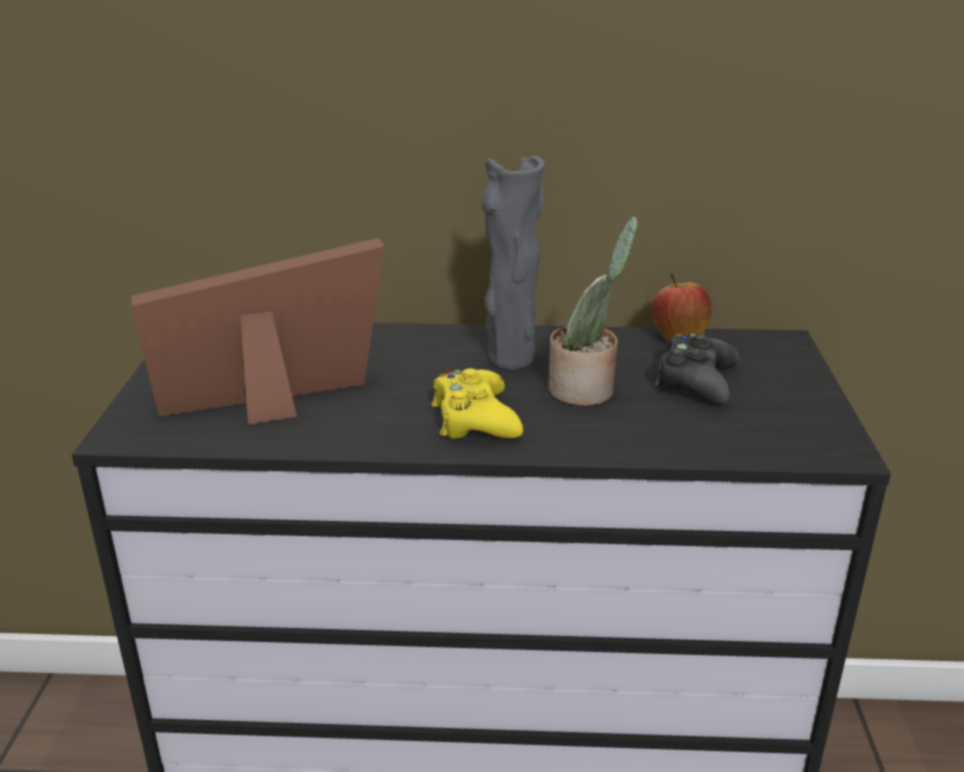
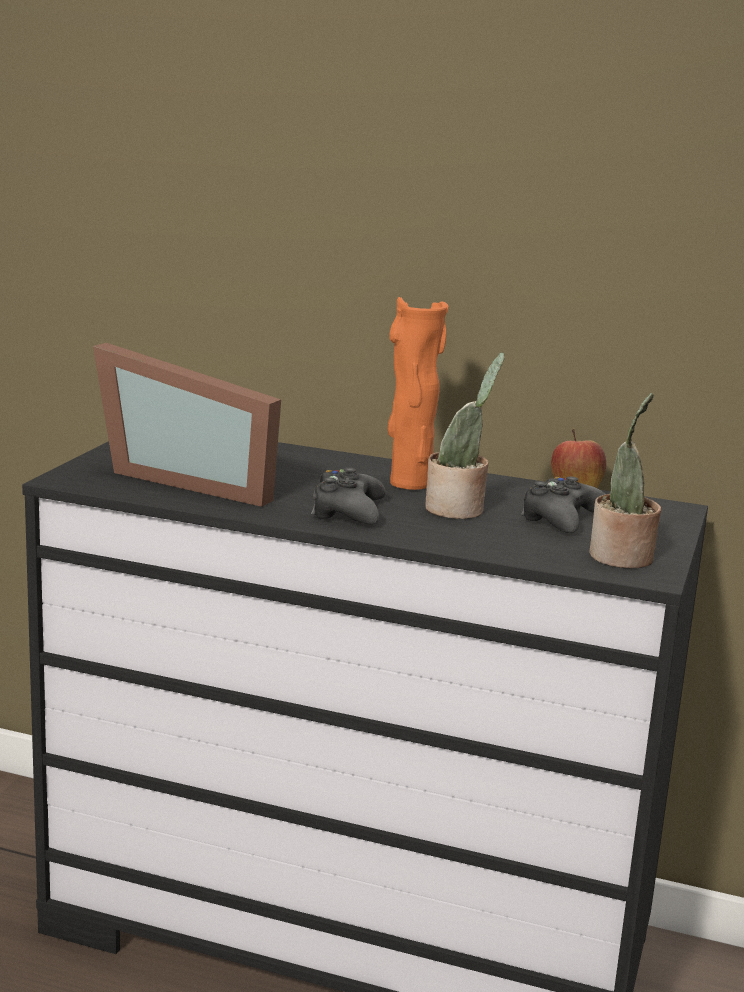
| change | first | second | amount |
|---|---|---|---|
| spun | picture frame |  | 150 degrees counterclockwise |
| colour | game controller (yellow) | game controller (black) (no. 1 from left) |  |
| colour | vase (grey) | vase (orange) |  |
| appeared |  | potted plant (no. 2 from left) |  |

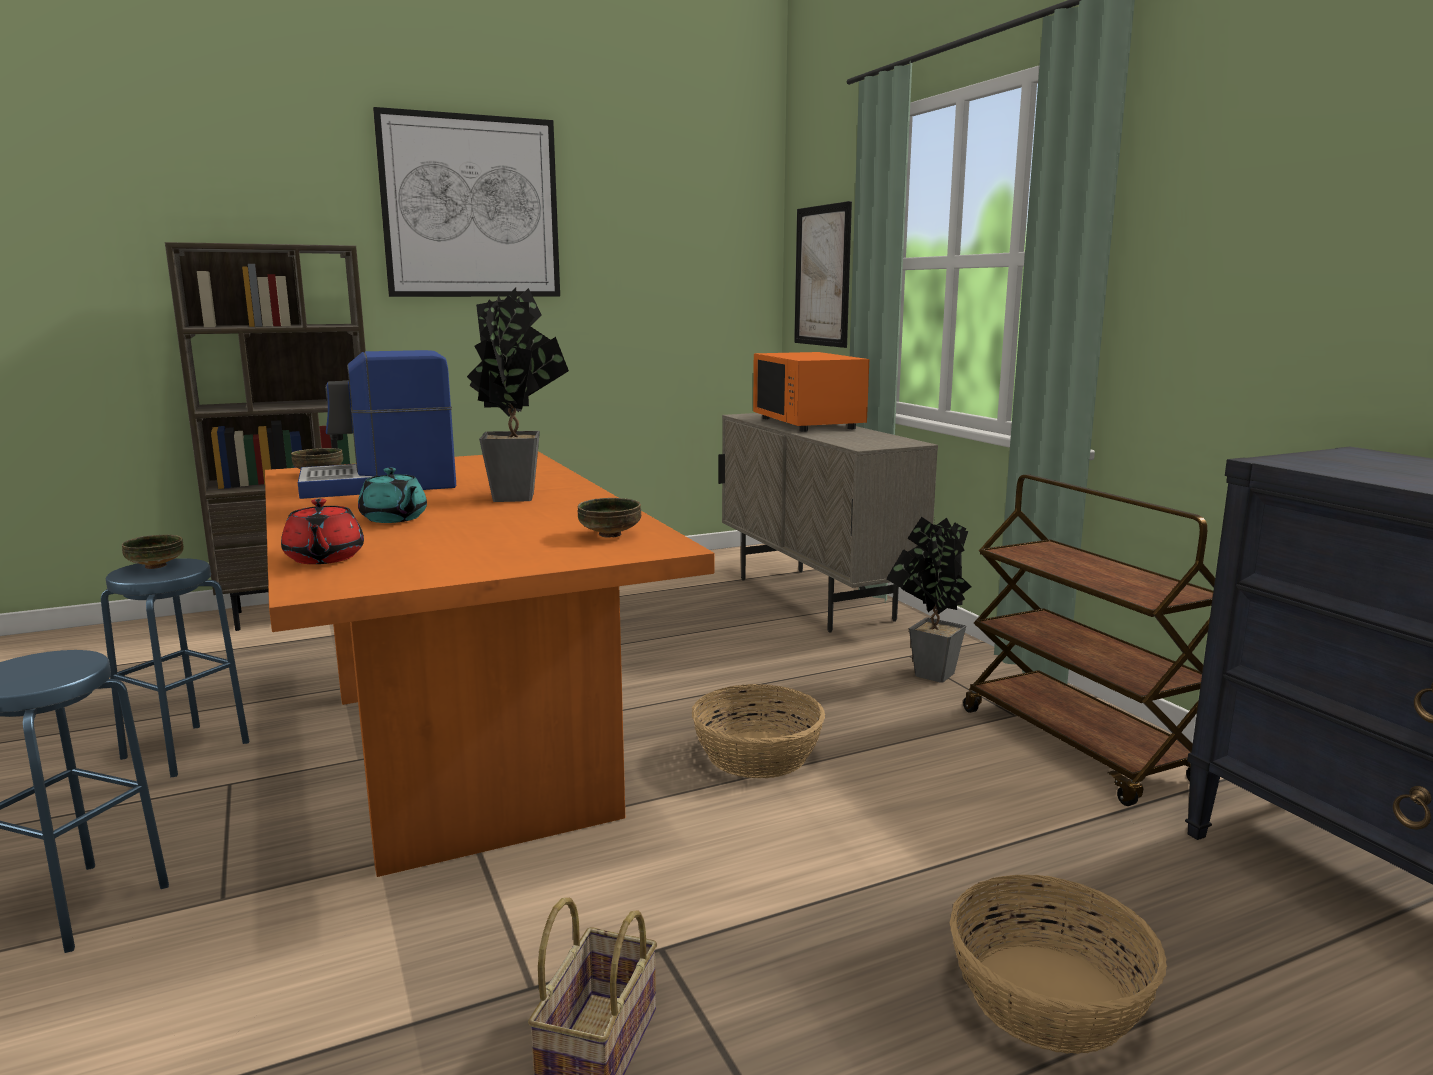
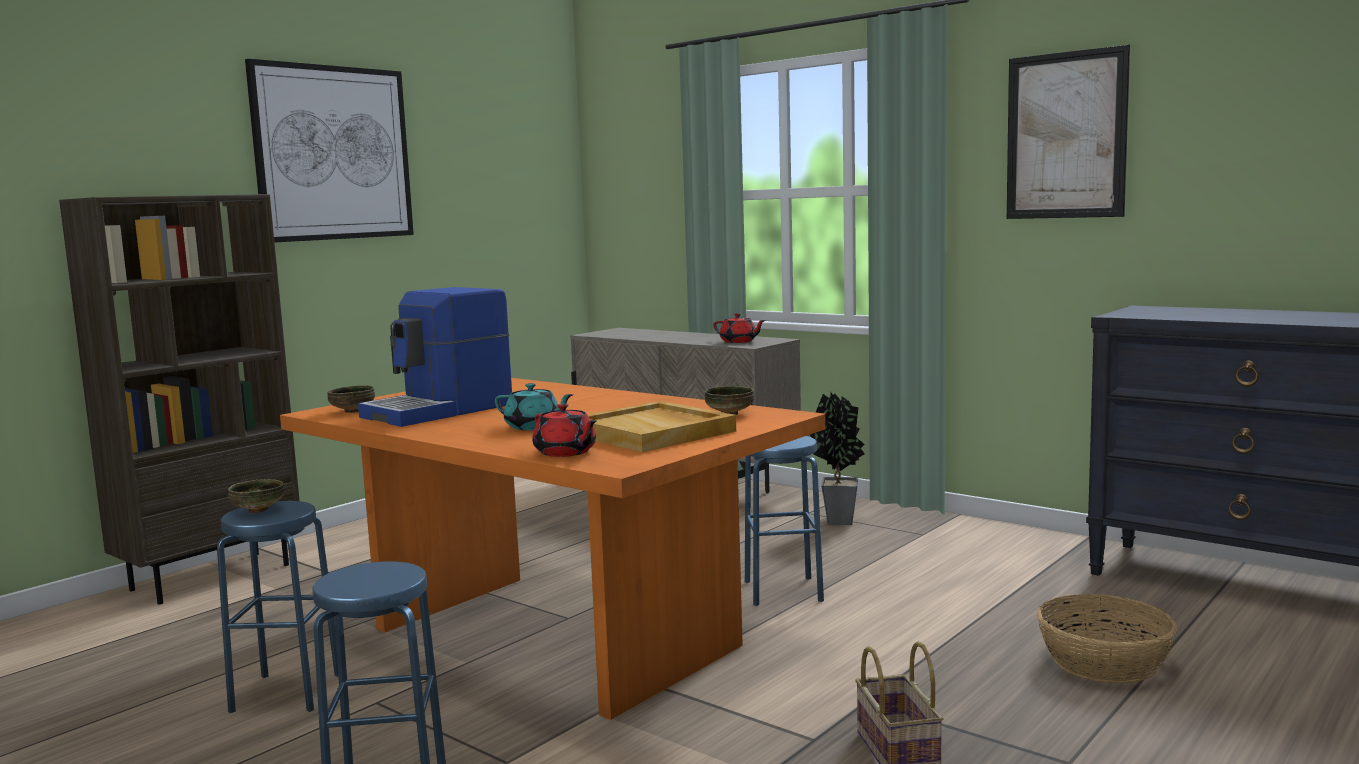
| change | first | second | amount |
|---|---|---|---|
| missing | potted plant (no. 1 from left) |  |  |
| exchanged | basket (no. 2 from left) | stool (blue) (no. 3 from left) |  |
| missing | microwave (orange) |  |  |
| relocated | picture (no. 2 from left) |  |  |
| missing | cart (brown) |  |  |
| appeared |  | tray (beige) |  |
| appeared |  | teapot (red) (no. 2 from left) |  |

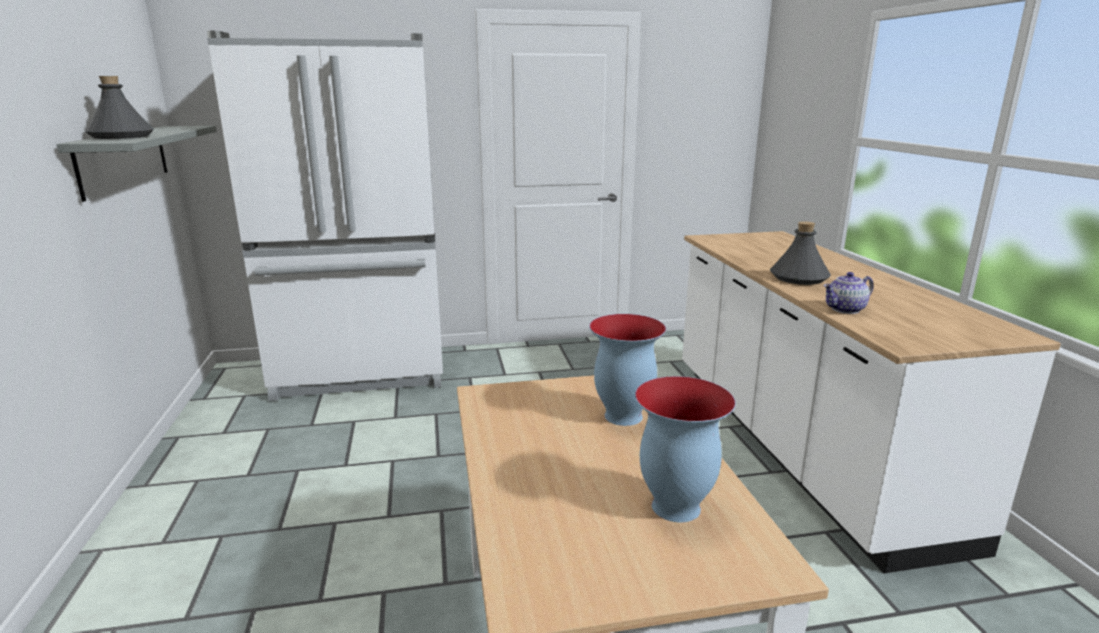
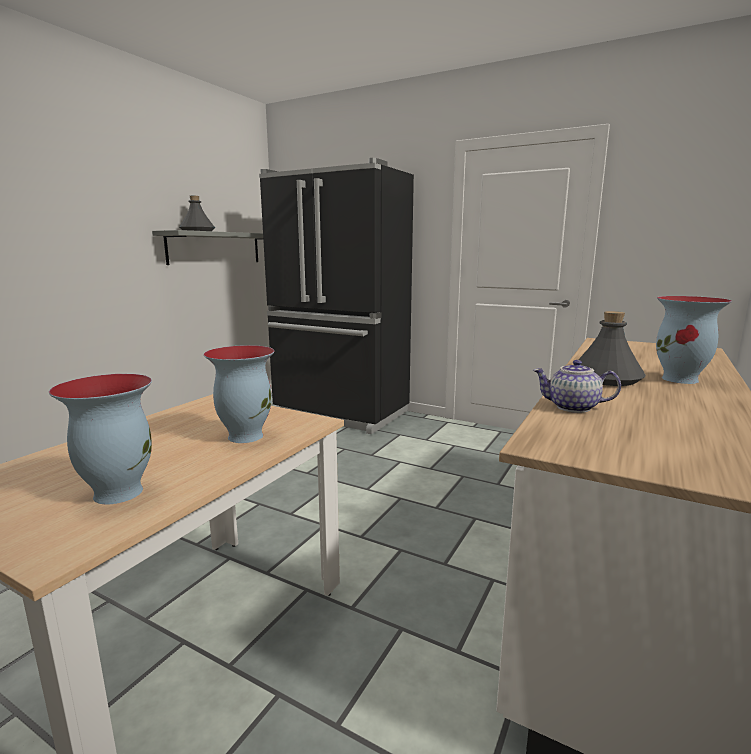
| change | first | second | amount |
|---|---|---|---|
| colour | fridge (white) | fridge (black) |  |
| appeared |  | vase (no. 3 from left) |  |

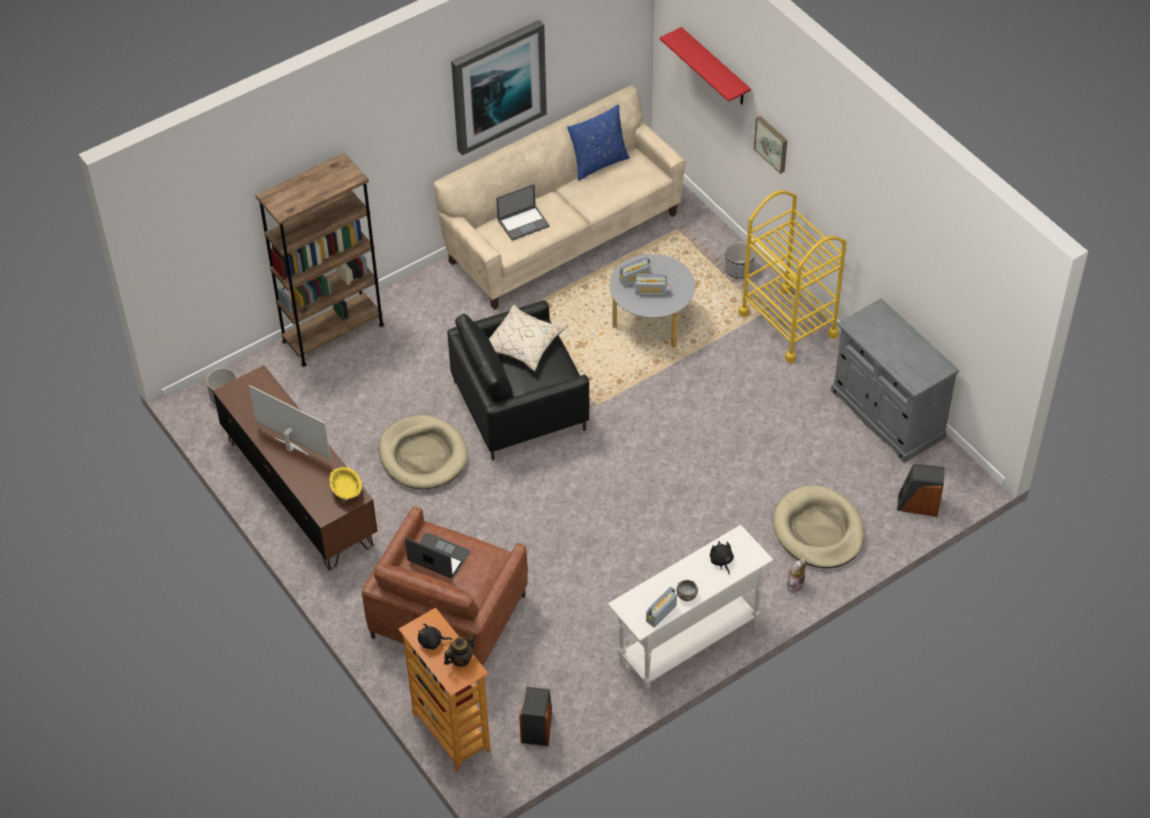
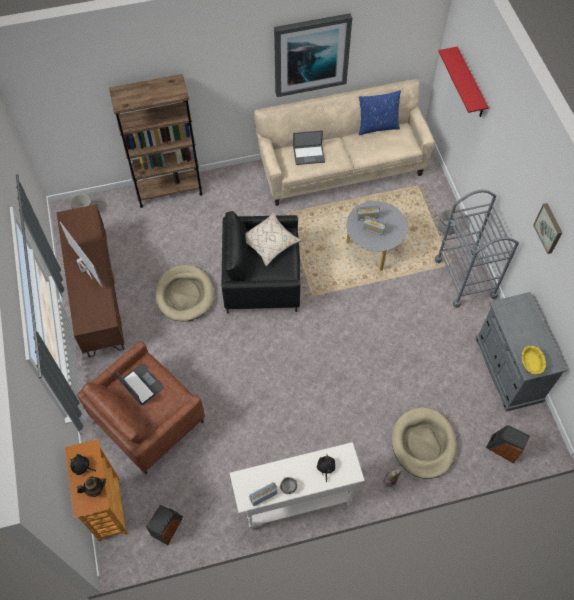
| change | first | second | amount |
|---|---|---|---|
| relocated | bowl (yellow) |  |  |
| colour | cart (yellow) | cart (grey) |  |
| relocated | picture (no. 2 from left) |  |  |

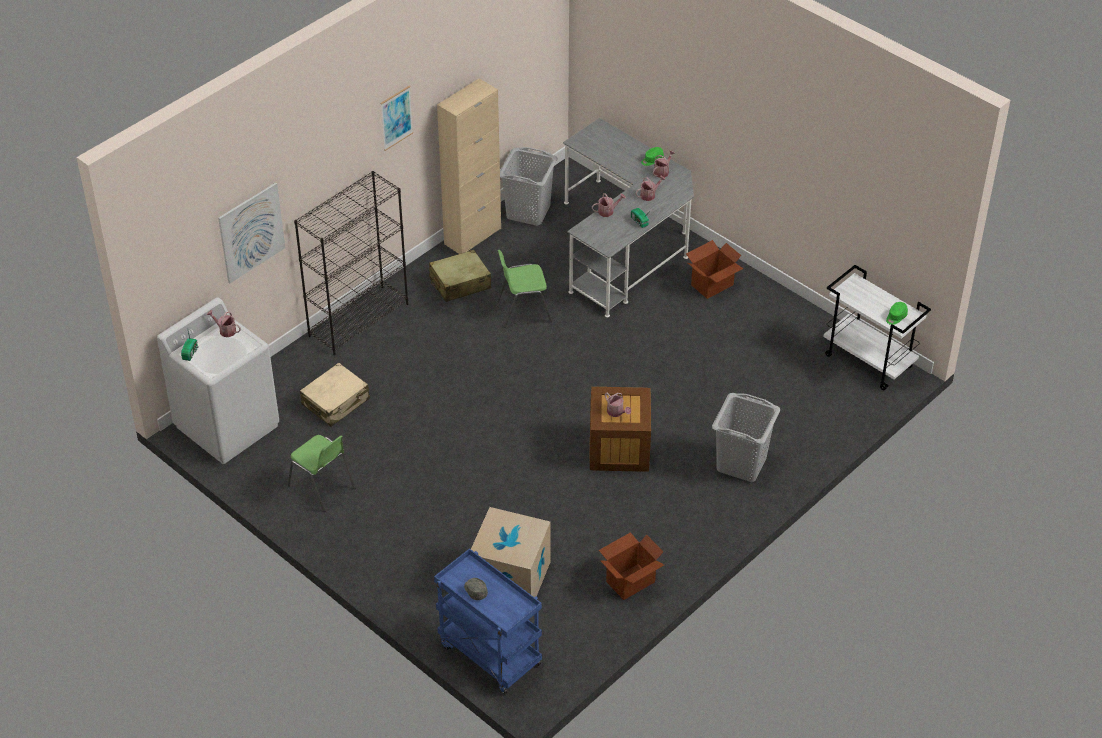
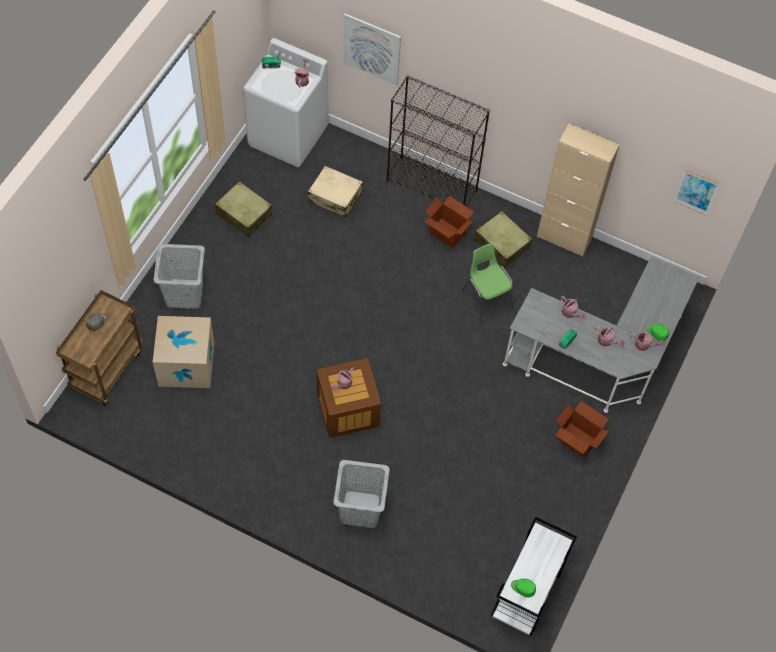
| change | first | second | amount |
|---|---|---|---|
| exchanged | chair (green) (no. 1 from left) | suitcase (beige) (no. 1 from left) |  |
| relocated | picture (no. 2 from left) |  |  |
| colour | cart (blue) | cart (brown) |  |
| relocated | laundry basket (grey) (no. 1 from left) |  |  |
| relocated | cardboard box (no. 2 from left) |  |  |

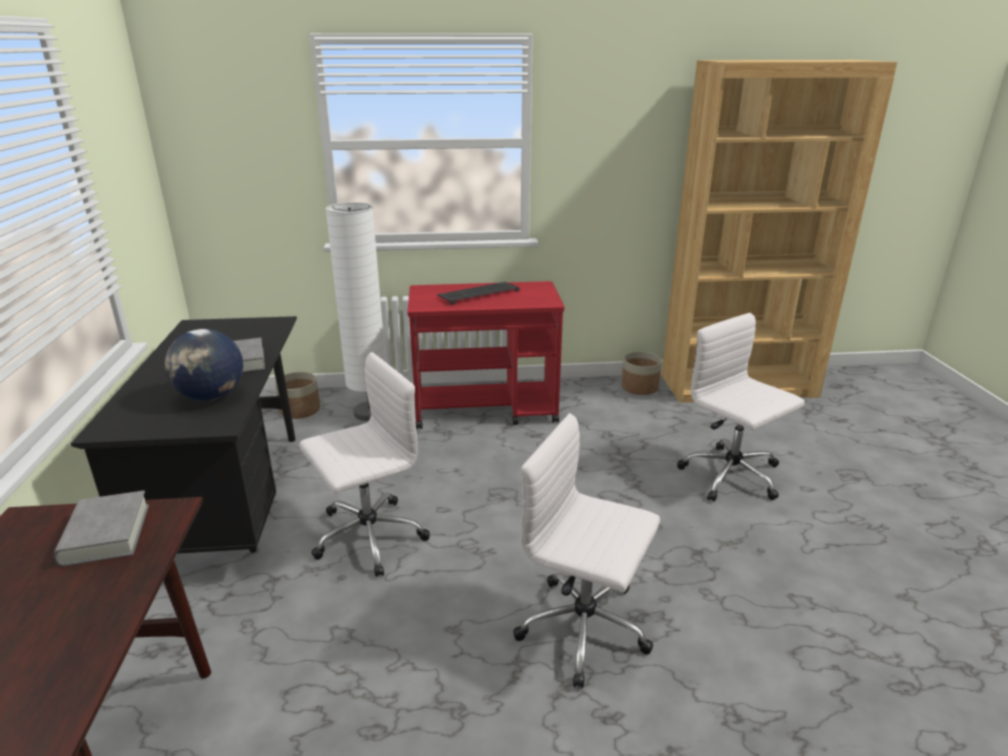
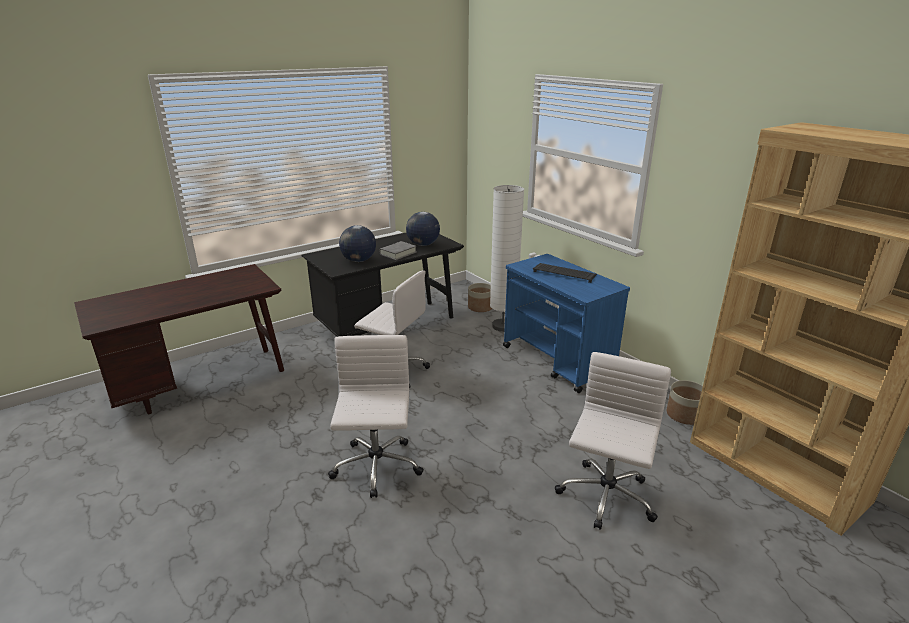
| change | first | second | amount |
|---|---|---|---|
| missing | book (grey) (no. 1 from left) |  |  |
| colour | cart (red) | cart (blue) |  |
| appeared |  | globe (no. 2 from left) |  |

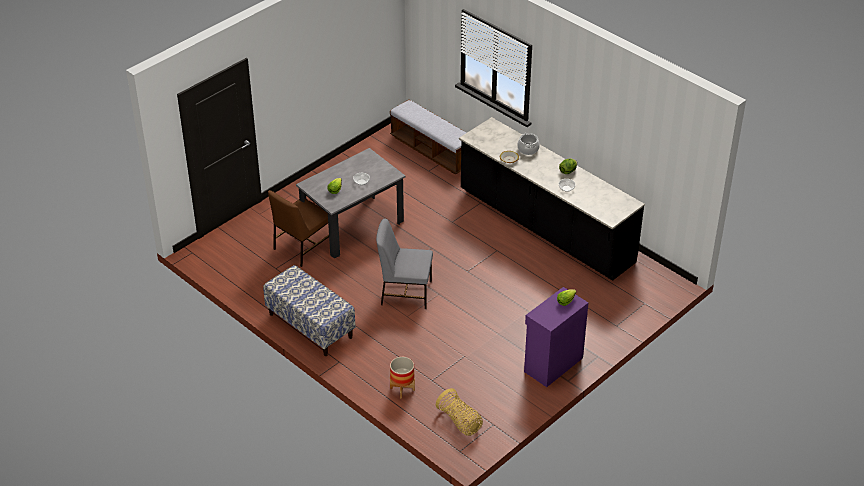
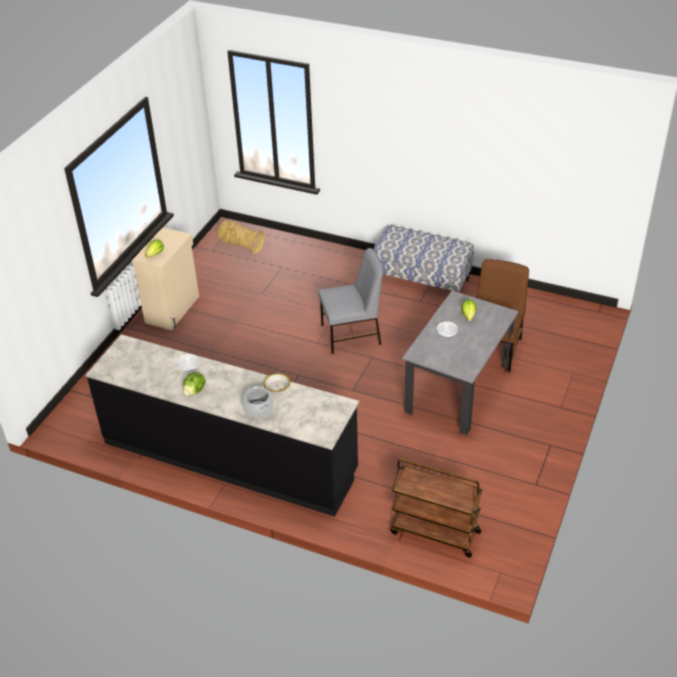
| change | first | second | amount |
|---|---|---|---|
| exchanged | bench (no. 2 from left) | cart (brown) |  |
| missing | planter |  |  |
| colour | cabinet (purple) | cabinet (beige) |  |

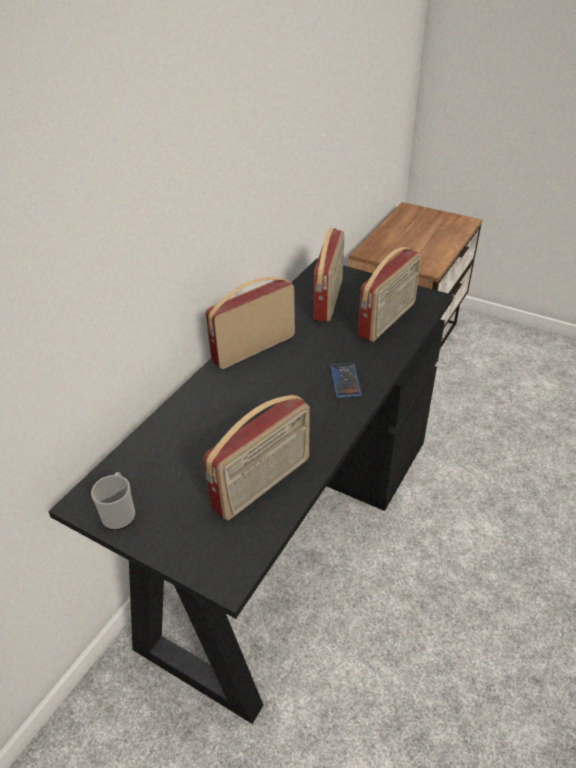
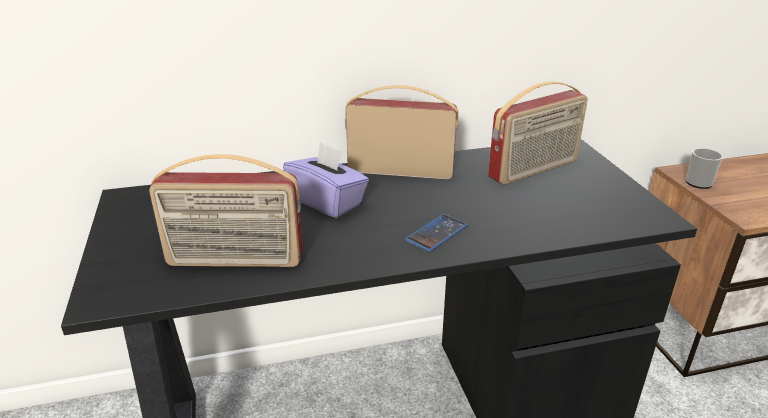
| change | first | second | amount |
|---|---|---|---|
| relocated | mug |  |  |
| missing | radio (no. 4 from left) |  |  |
| appeared |  | tissue box (purple) |  |

